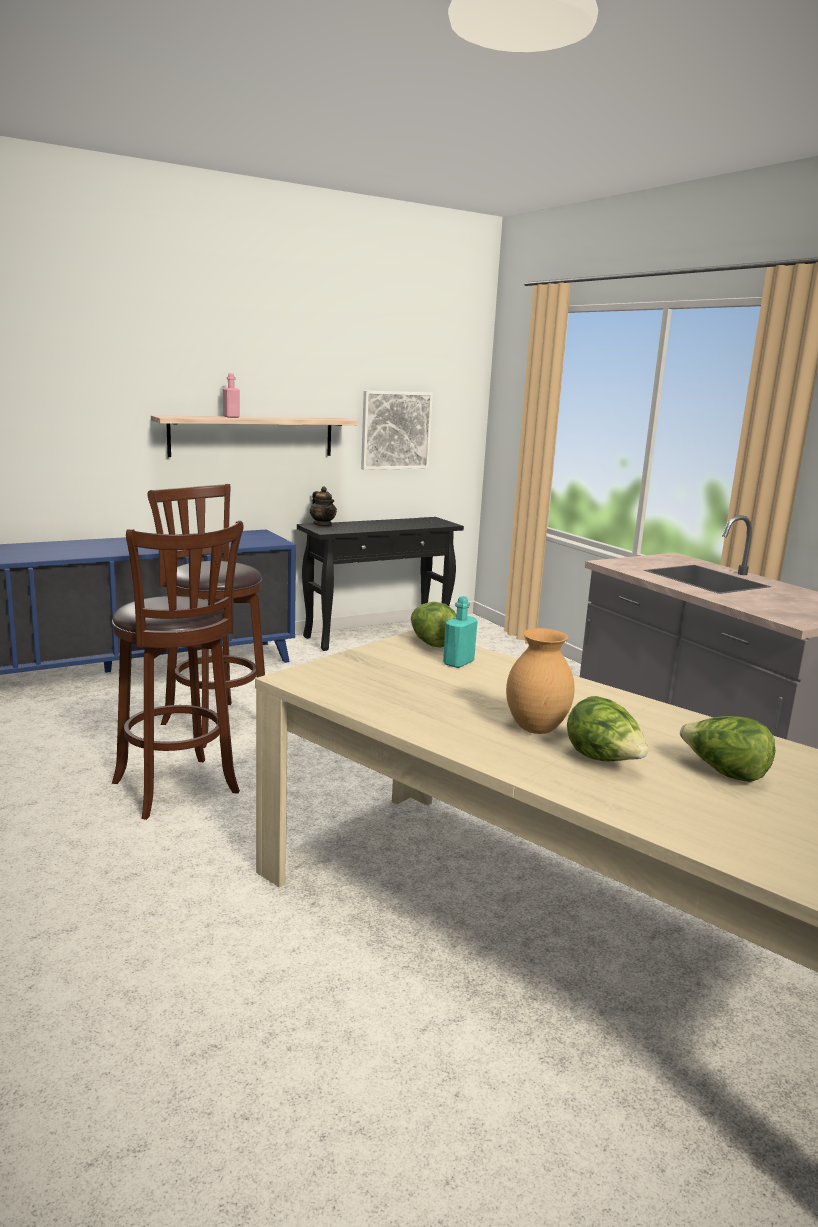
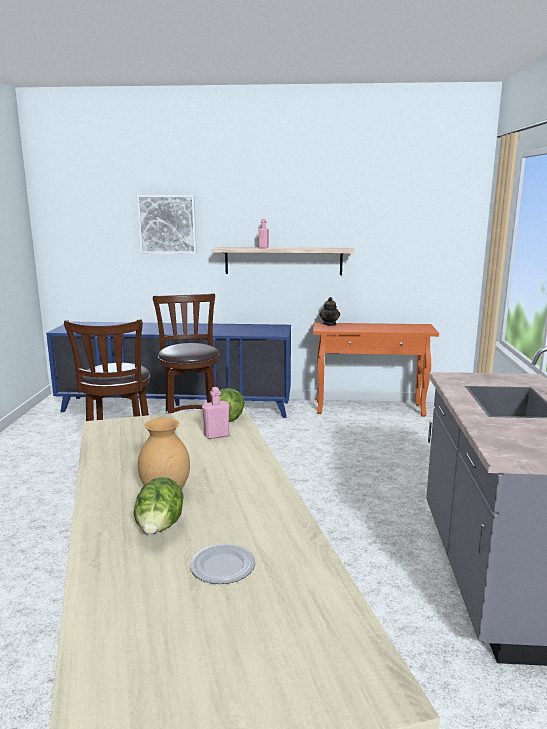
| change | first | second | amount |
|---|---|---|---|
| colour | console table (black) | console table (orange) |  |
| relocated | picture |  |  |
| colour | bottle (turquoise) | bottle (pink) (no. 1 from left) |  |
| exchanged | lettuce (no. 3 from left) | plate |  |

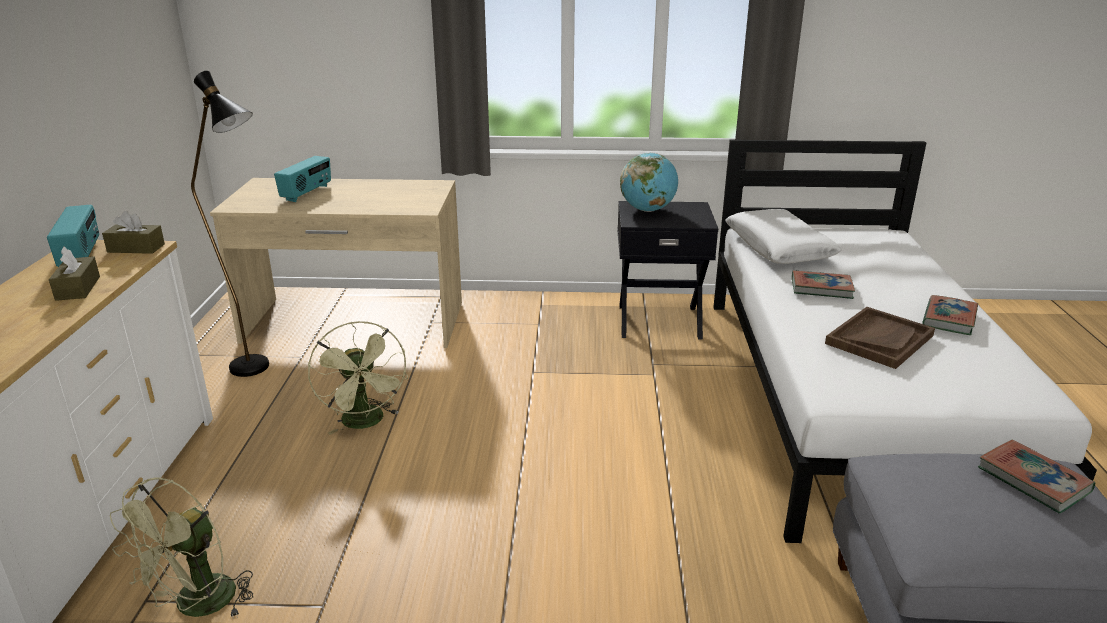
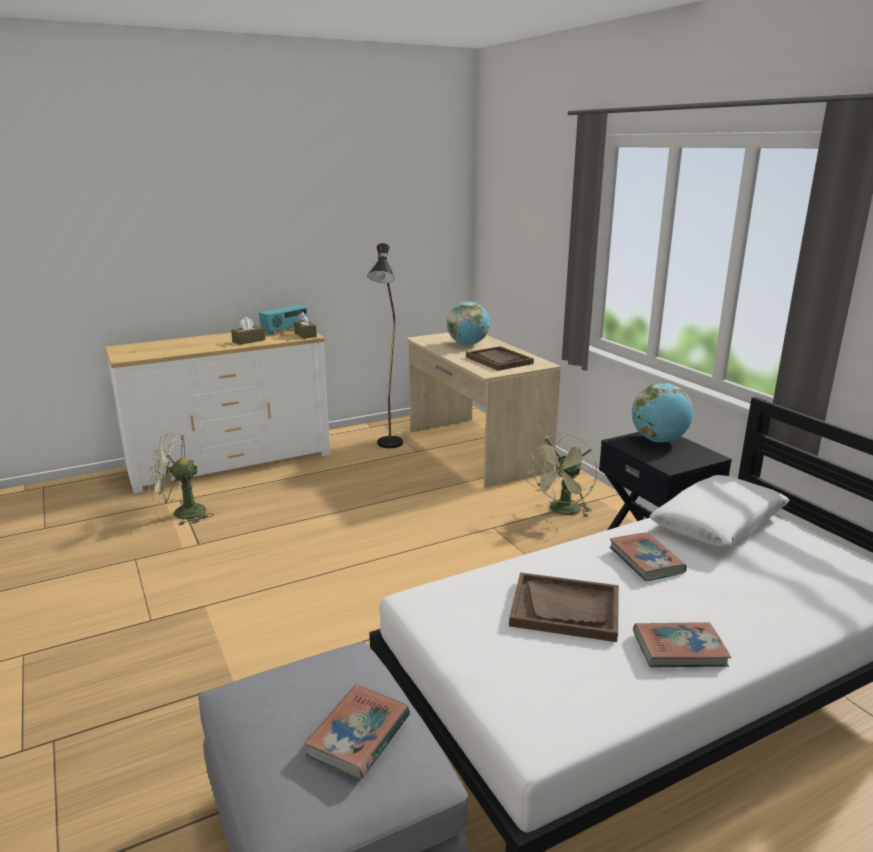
| change | first | second | amount |
|---|---|---|---|
| exchanged | radio (no. 2 from left) | globe (no. 1 from left) |  |
| relocated | fan (green) (no. 2 from left) |  |  |
| appeared |  | tray (brown) (no. 1 from left) |  |

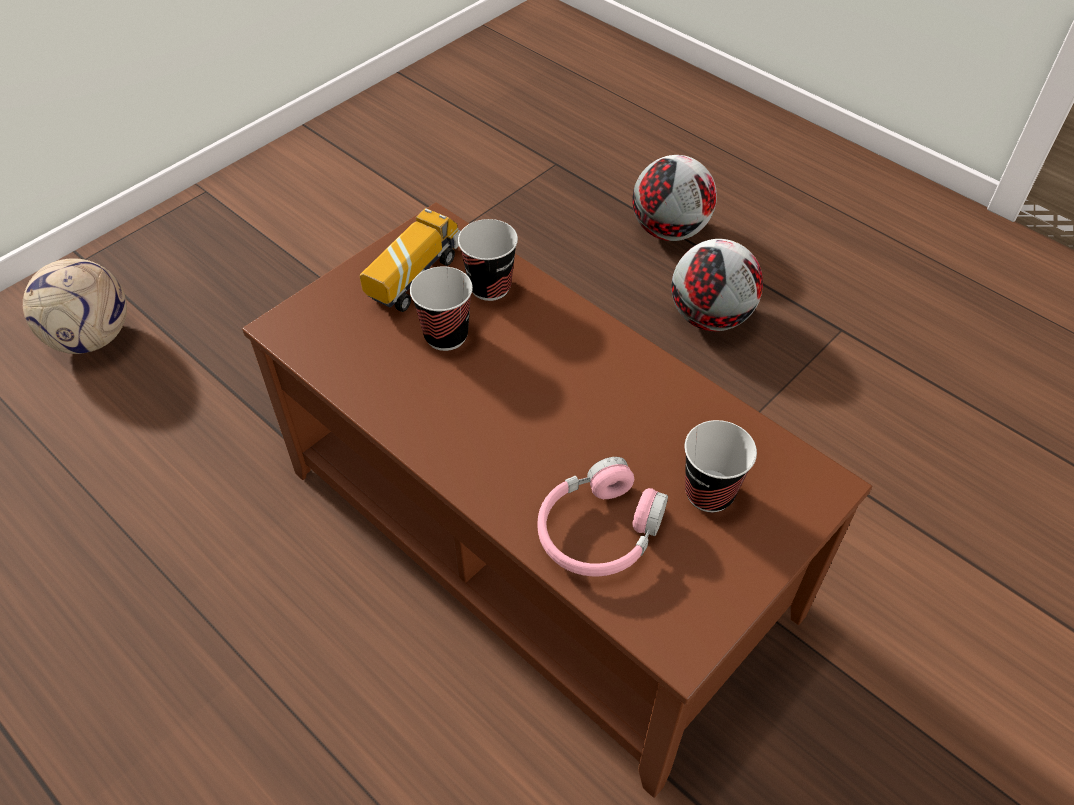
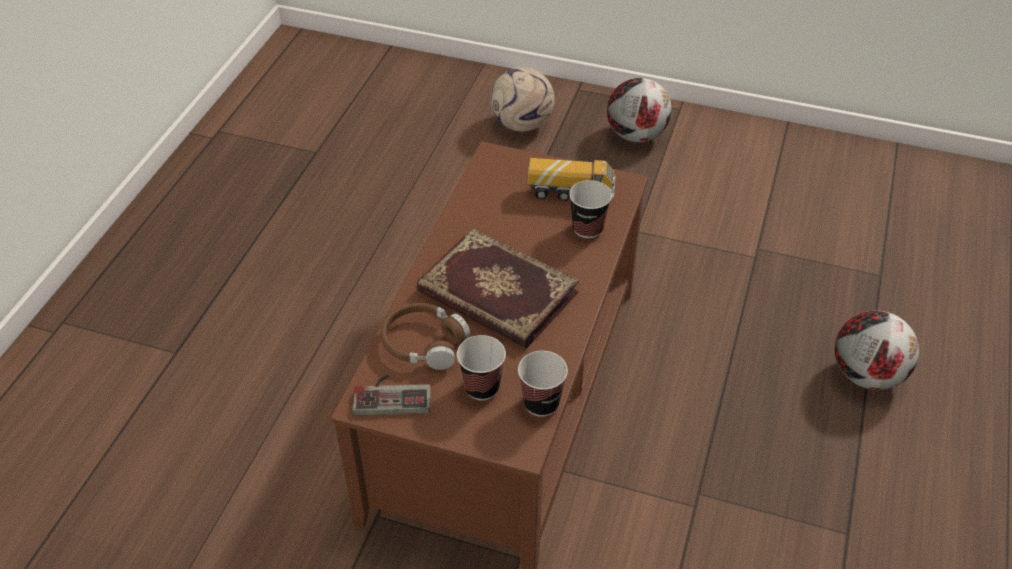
| change | first | second | amount |
|---|---|---|---|
| relocated | cup (no. 1 from left in the first image) | cup (no. 2 from left) |  |
| colour | headphones (pink) | headphones (brown) |  |
| relocated | football (no. 3 from left in the first image) | football (no. 2 from left) |  |
| appeared |  | game controller |  |
| appeared |  | book |  |

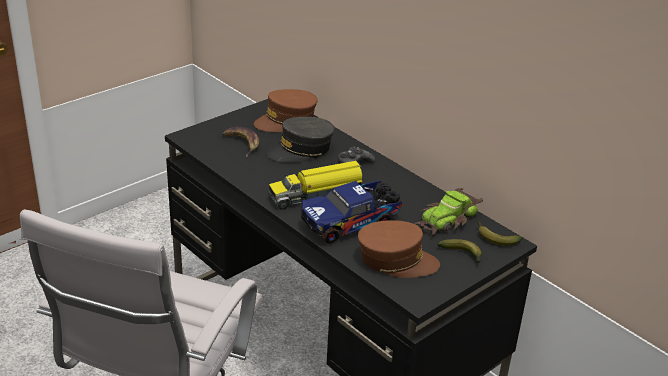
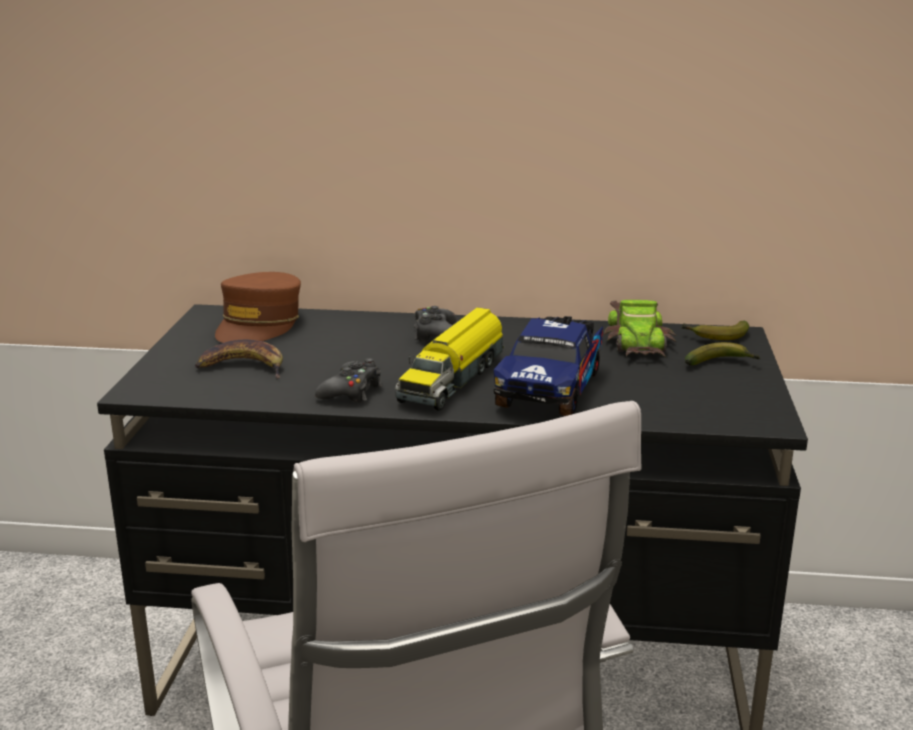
| change | first | second | amount |
|---|---|---|---|
| missing | cap (grey) |  |  |
| missing | cap (brown) (no. 2 from left) |  |  |
| appeared |  | game controller (black) (no. 1 from left) |  |

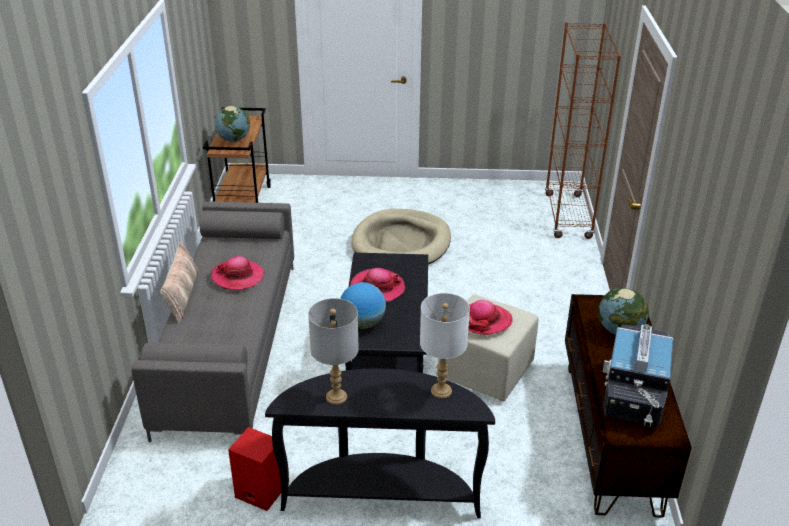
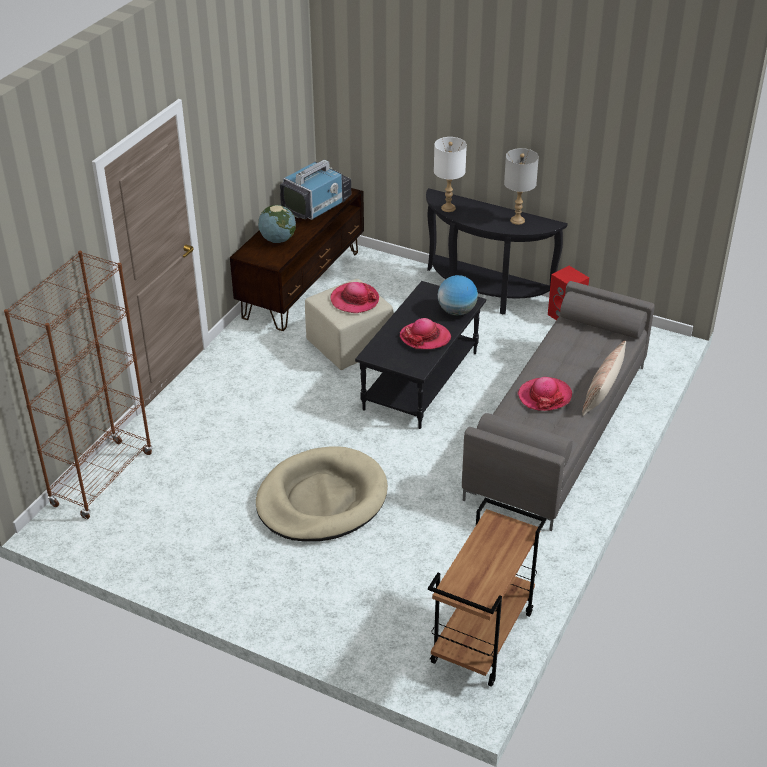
| change | first | second | amount |
|---|---|---|---|
| missing | globe (no. 1 from left) |  |  |

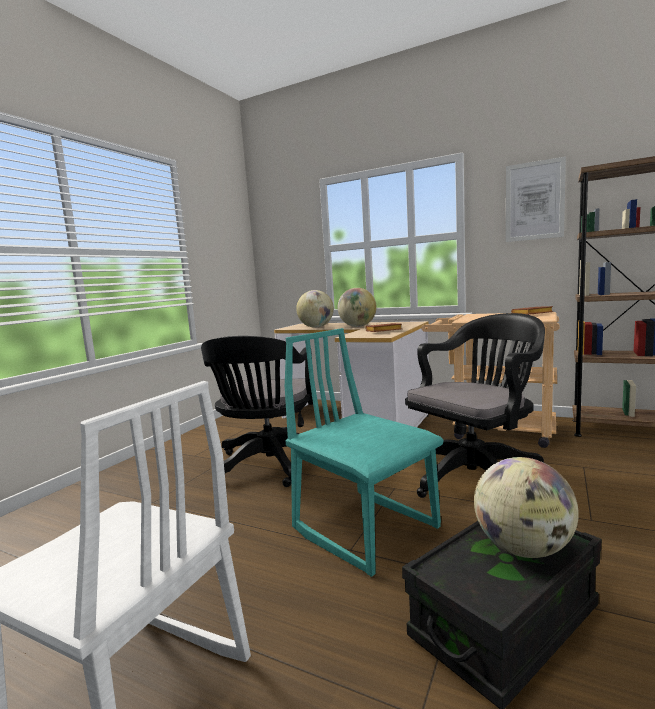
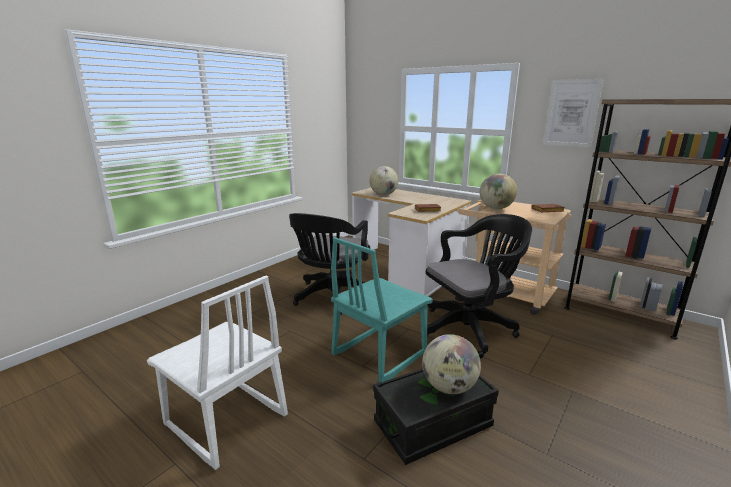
| change | first | second | amount |
|---|---|---|---|
| spun | chair (turquoise) |  | 105 degrees counterclockwise |
| relocated | globe (no. 2 from left in the first image) | globe (no. 3 from left) |  |

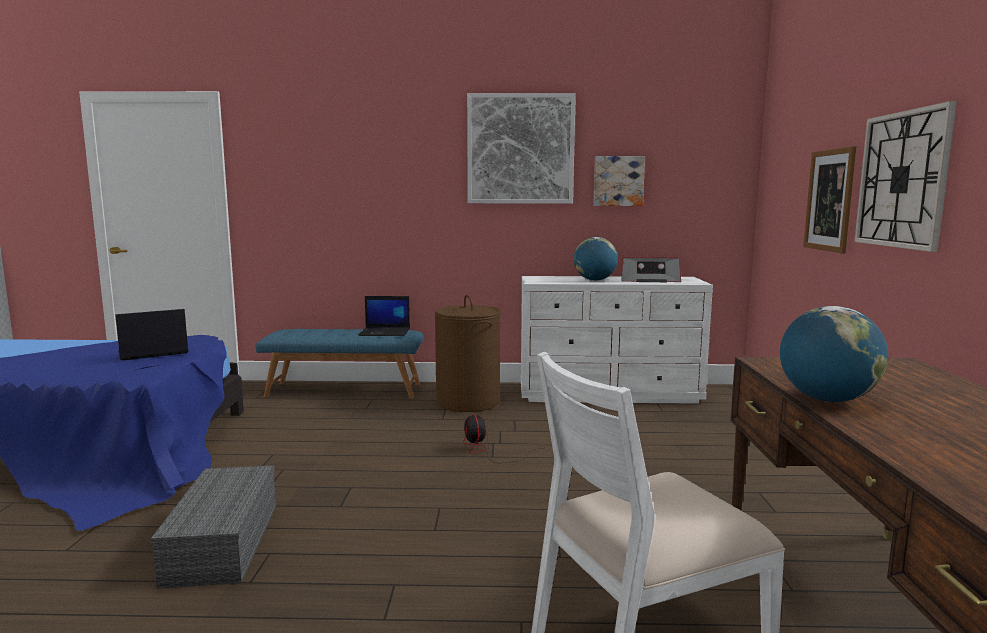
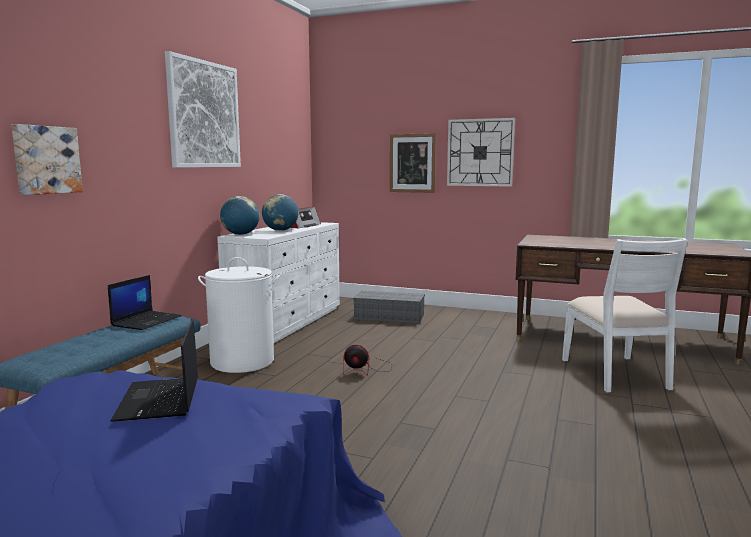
| change | first | second | amount |
|---|---|---|---|
| relocated | storage box (grey) |  |  |
| colour | laundry basket (brown) | laundry basket (white) |  |
| relocated | picture (no. 2 from left in the first image) | picture (no. 1 from left) |  |
| relocated | globe (no. 2 from left in the first image) | globe (no. 1 from left) |  |

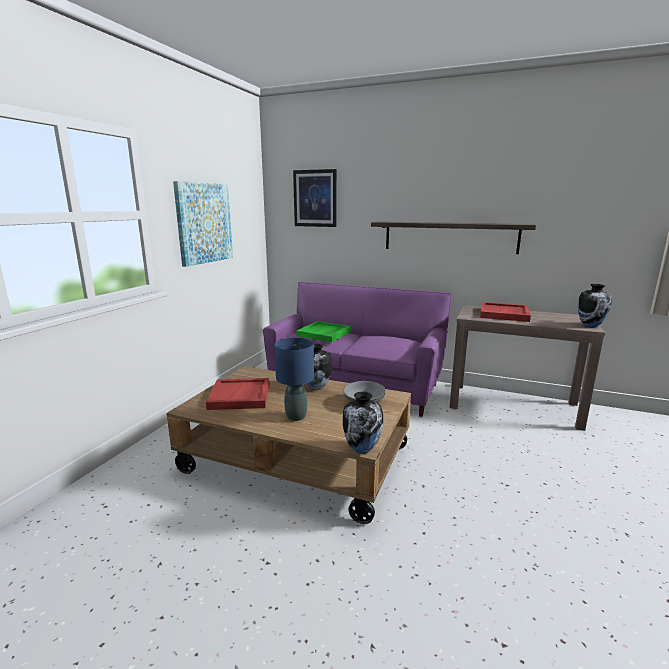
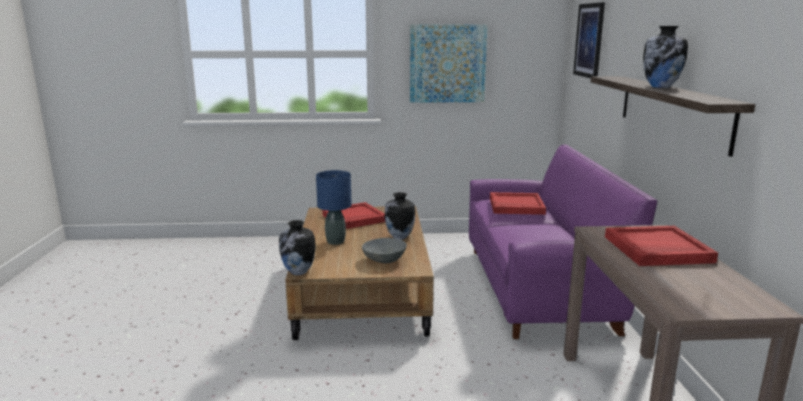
| change | first | second | amount |
|---|---|---|---|
| colour | tray (green) | tray (red) (no. 2 from left) |  |
| relocated | vase (no. 3 from left) |  |  |

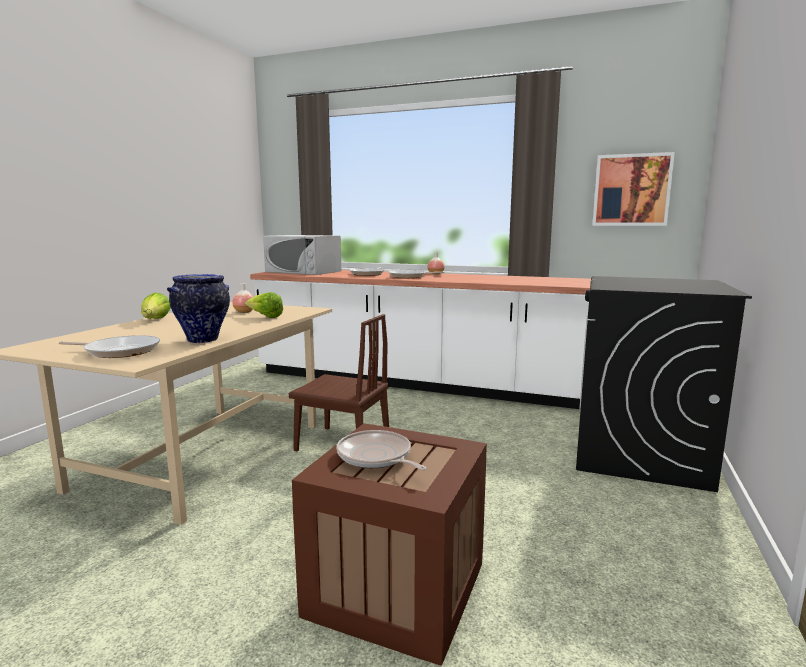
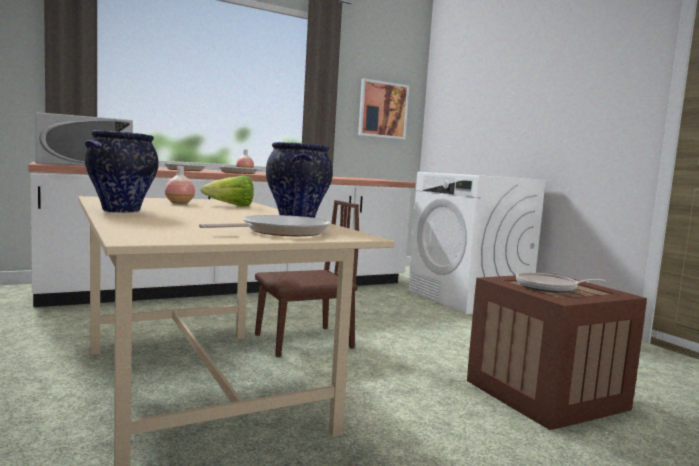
| change | first | second | amount |
|---|---|---|---|
| exchanged | lettuce (no. 1 from left) | vase (no. 1 from left) |  |
| colour | washing machine (black) | washing machine (white) |  |

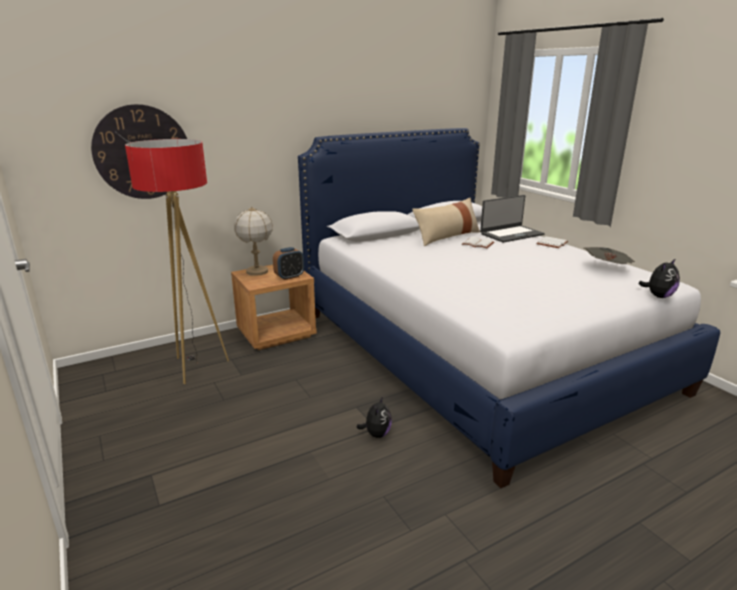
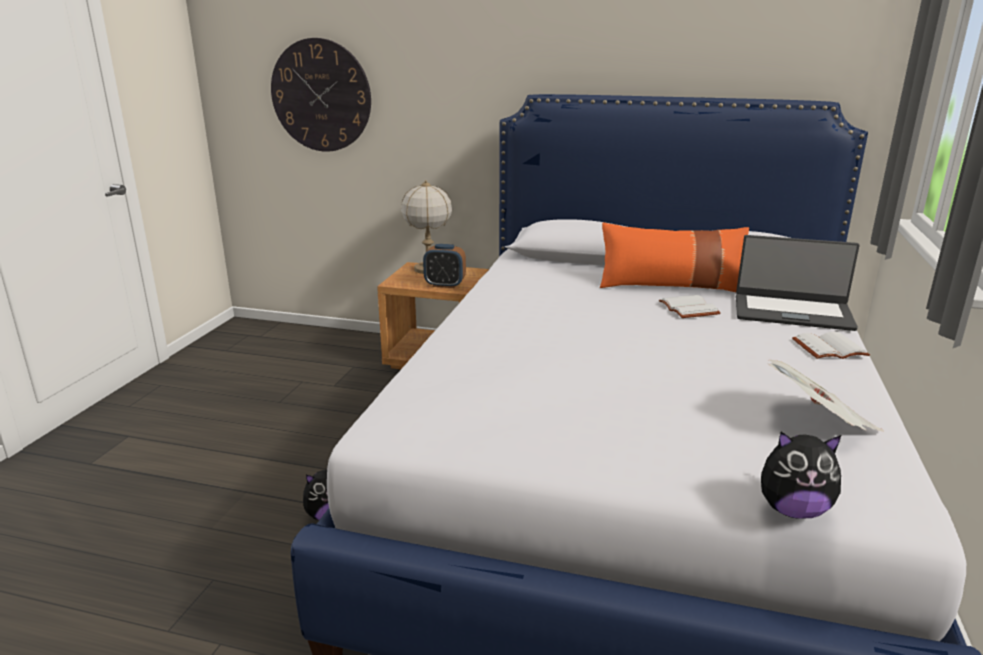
| change | first | second | amount |
|---|---|---|---|
| missing | floor lamp |  |  |
| colour | pillow (beige) | pillow (orange) |  |

